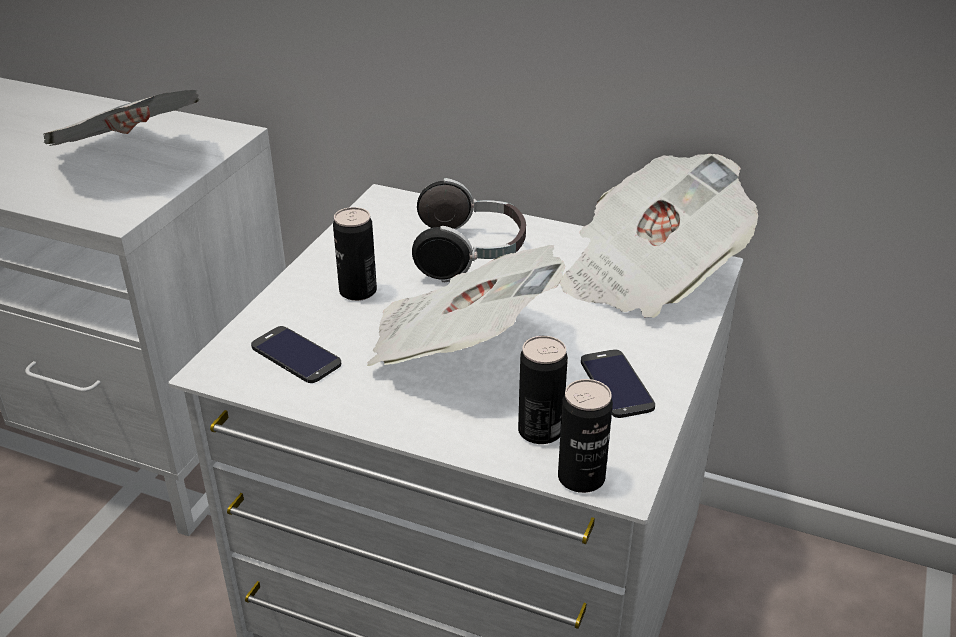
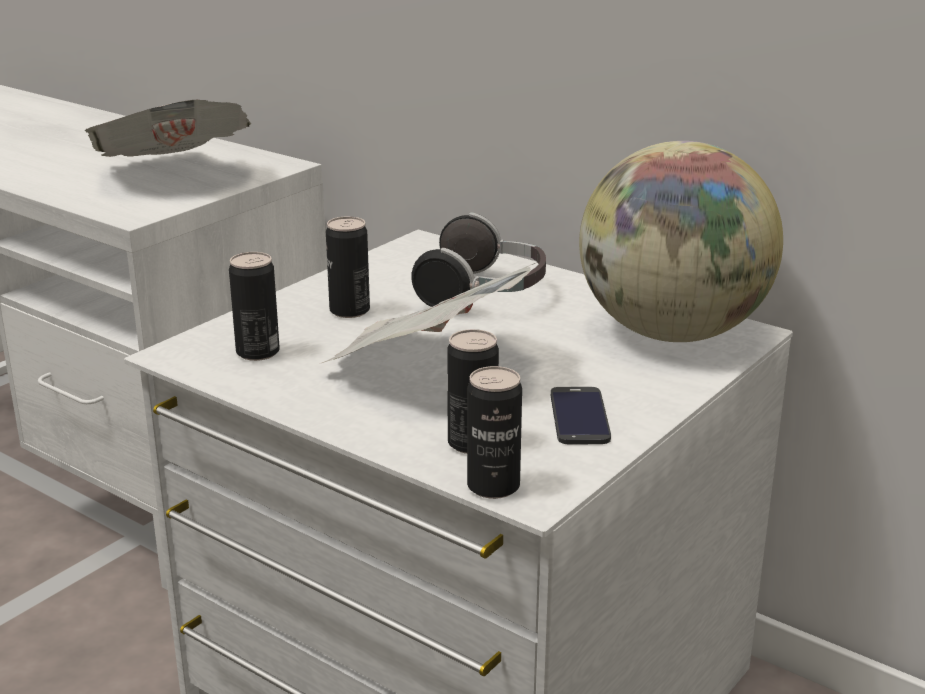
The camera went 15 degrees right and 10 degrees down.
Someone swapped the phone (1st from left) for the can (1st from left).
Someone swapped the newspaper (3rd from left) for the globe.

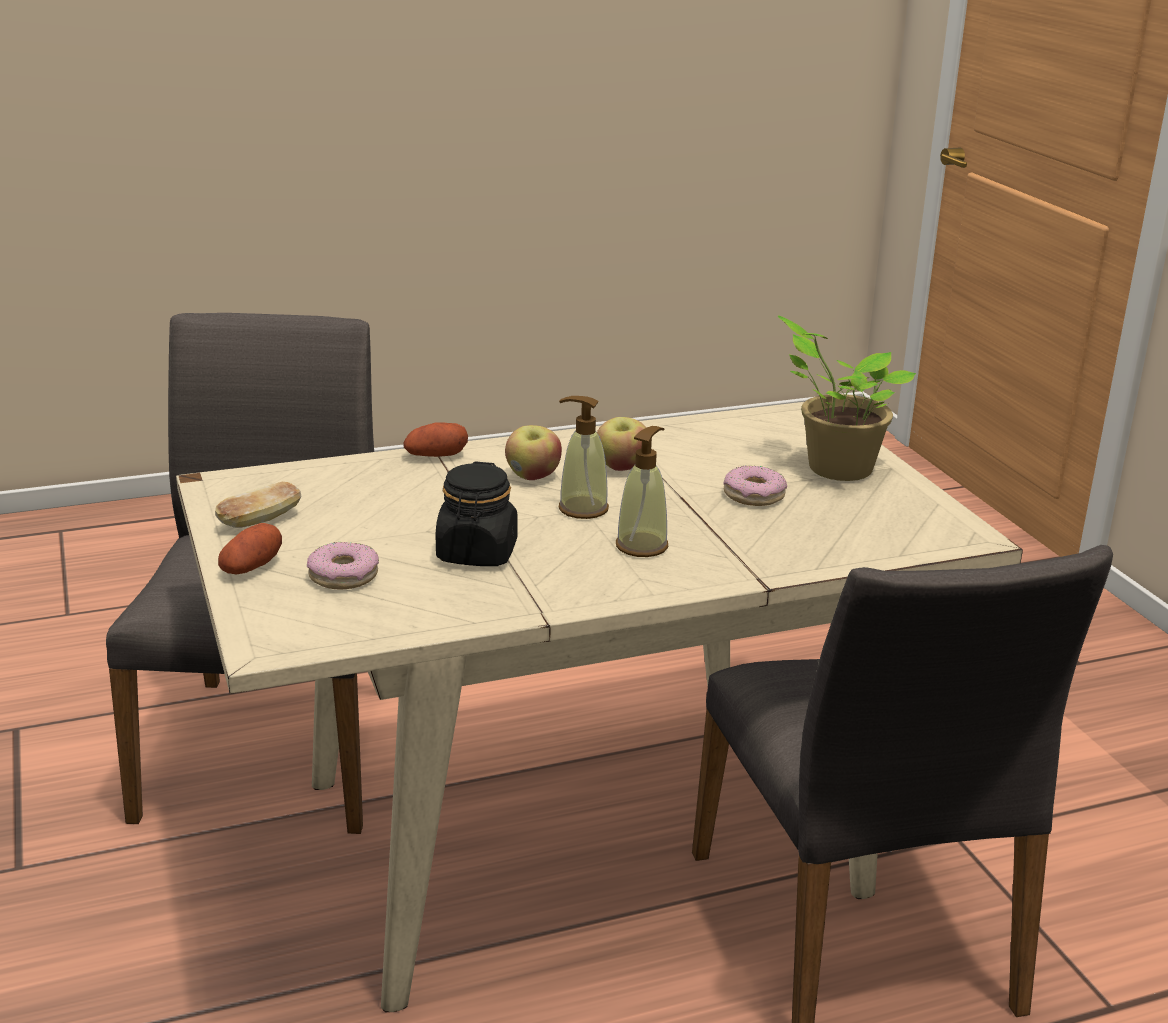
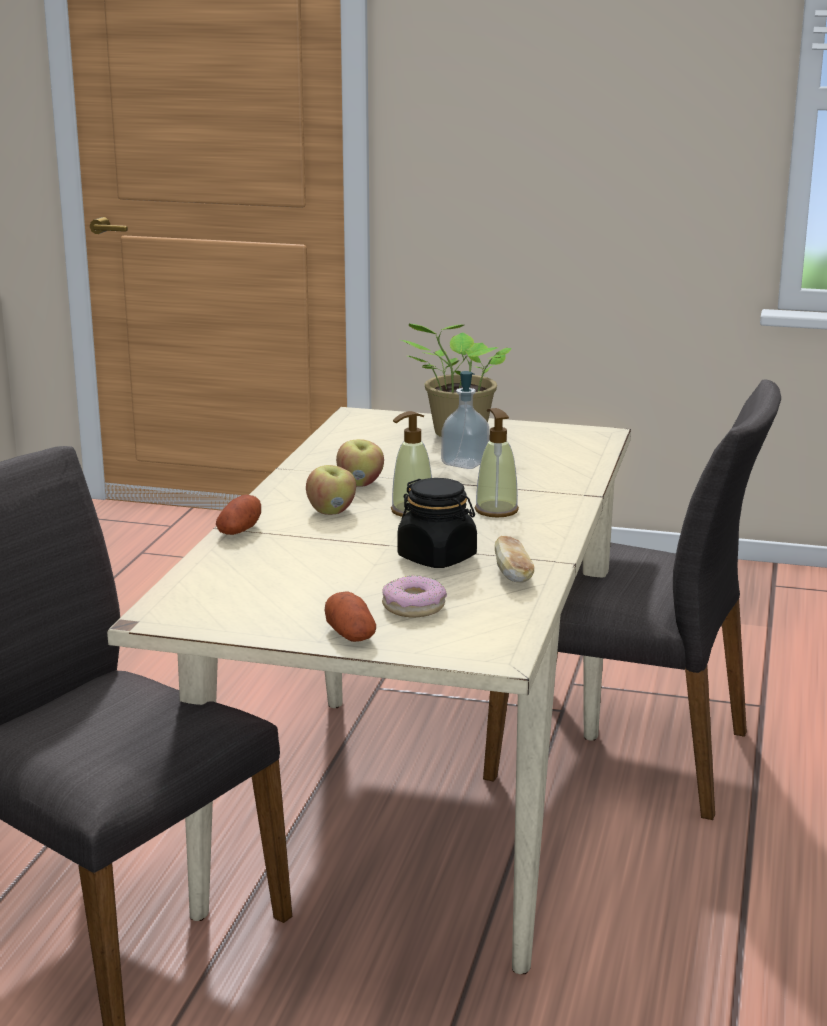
The camera went 55 degrees left and 5 degrees down.
Someone carried the bread.
Someone swapped the donut (2nd from left) for the soap_dispenser (2nd from left).

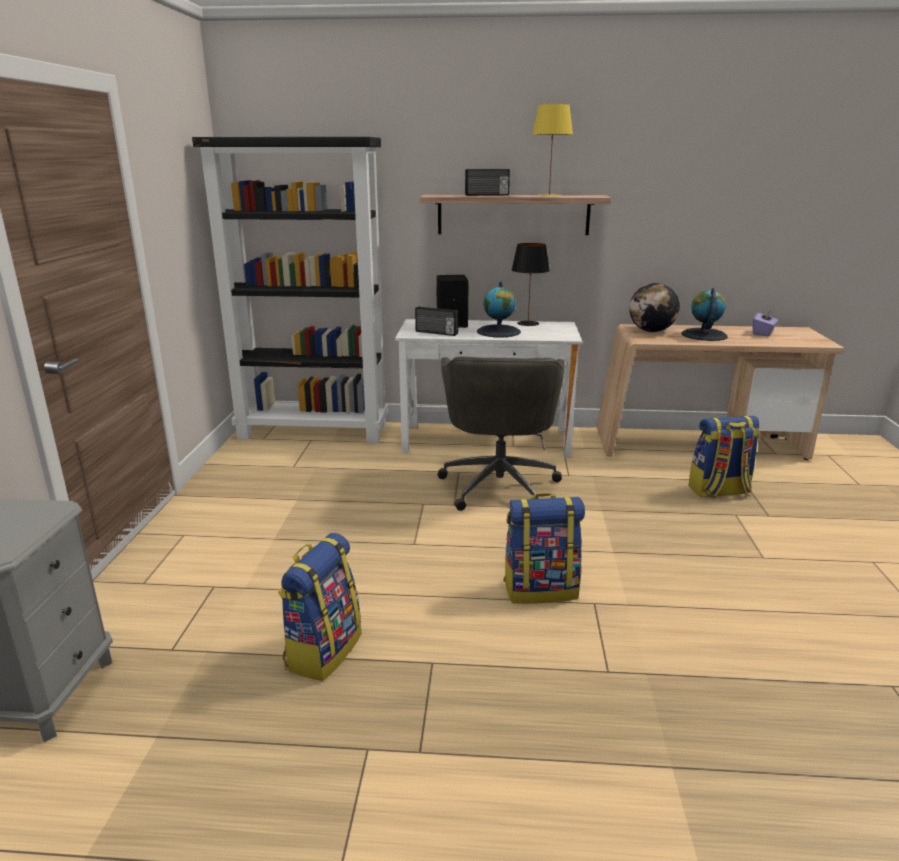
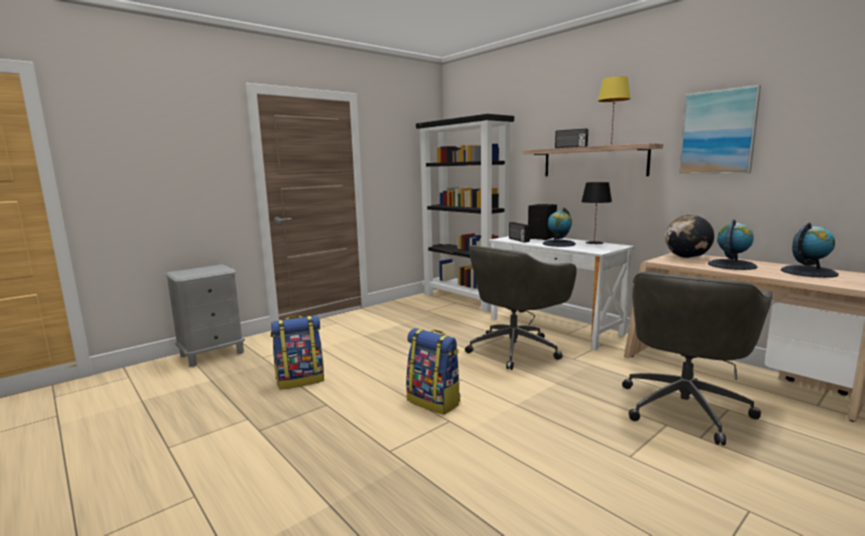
The camera went 45 degrees right and 10 degrees down.
Someone swapped the backpack (3rd from left) for the grey_office_chair (2nd from left).
Someone swapped the purple_tissue_box for the globe (4th from left).
Someone put up the picture.

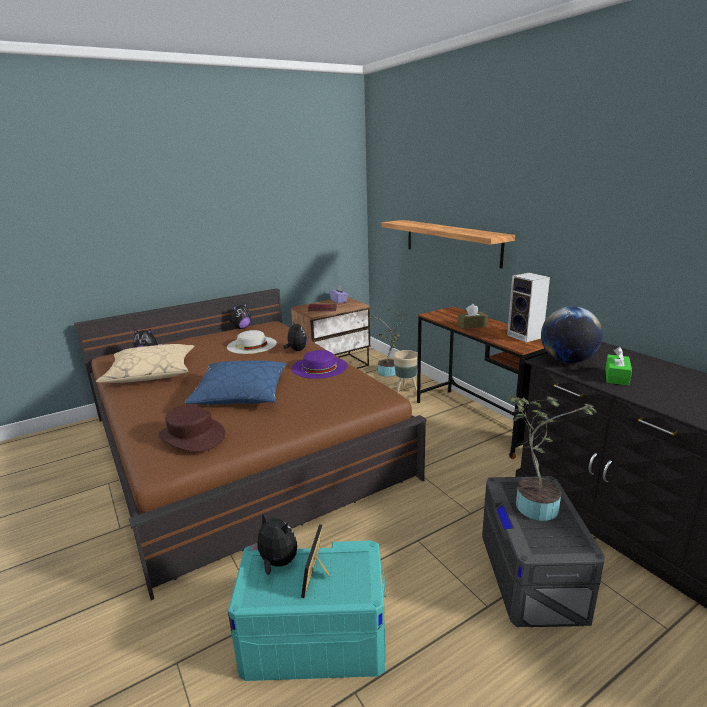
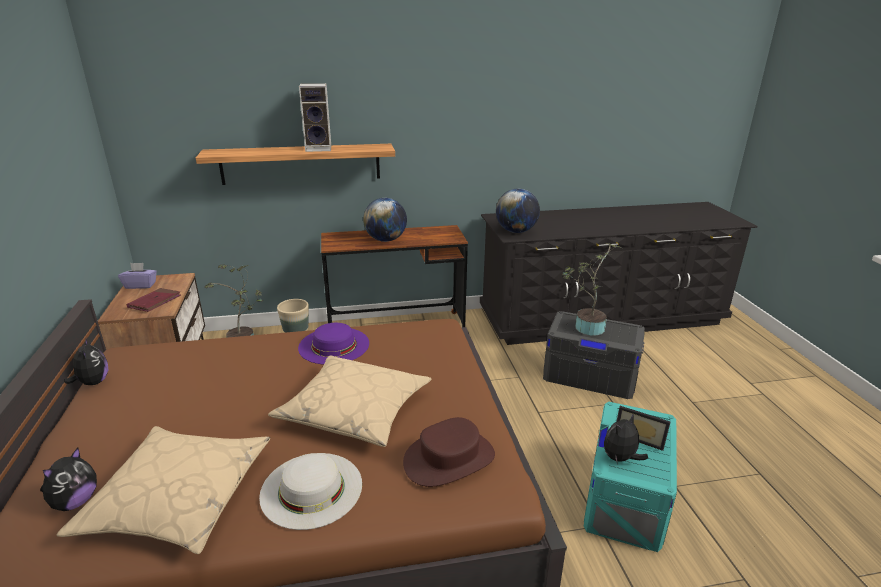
The camera went 70 degrees left and 5 degrees up.
Someone repainted the blue_pillow, which became the beige_pillow (2nd from left).
Someone carried the white_hat.
Someone took away the plush_toy (4th from left).
Someone swapped the brown_tissue_box for the globe (1st from left).
Someone carried the speaker.
Someone took away the green_tissue_box.

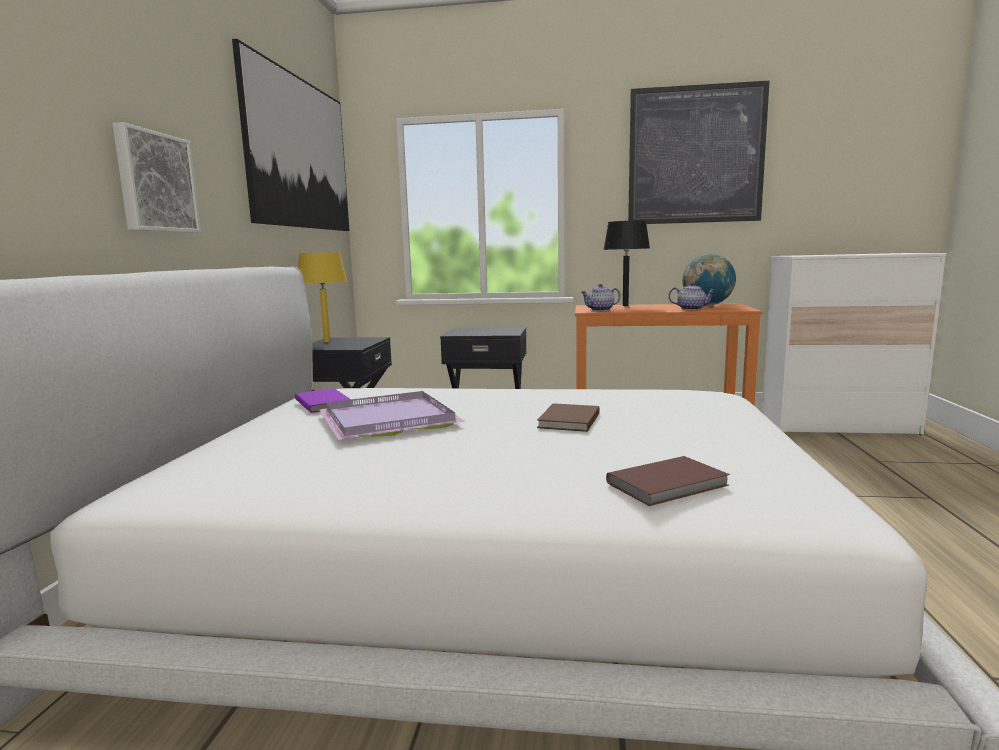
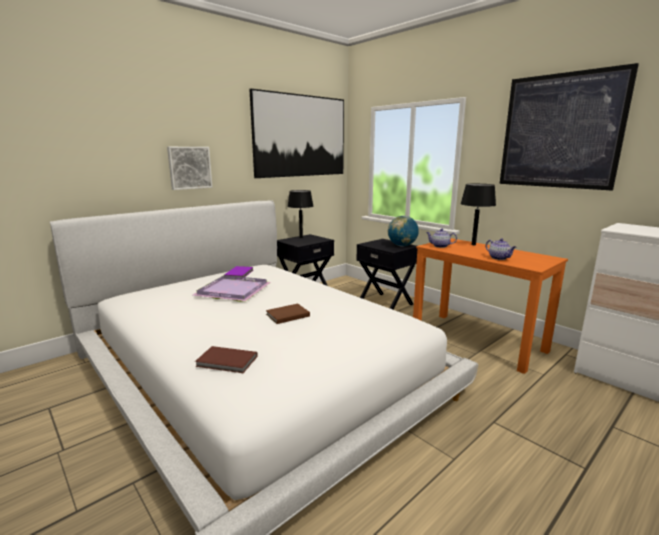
The camera went 40 degrees right and 5 degrees up.
Someone repainted the yellow_table_lamp, which became the black_table_lamp (1st from left).
Someone carried the globe.

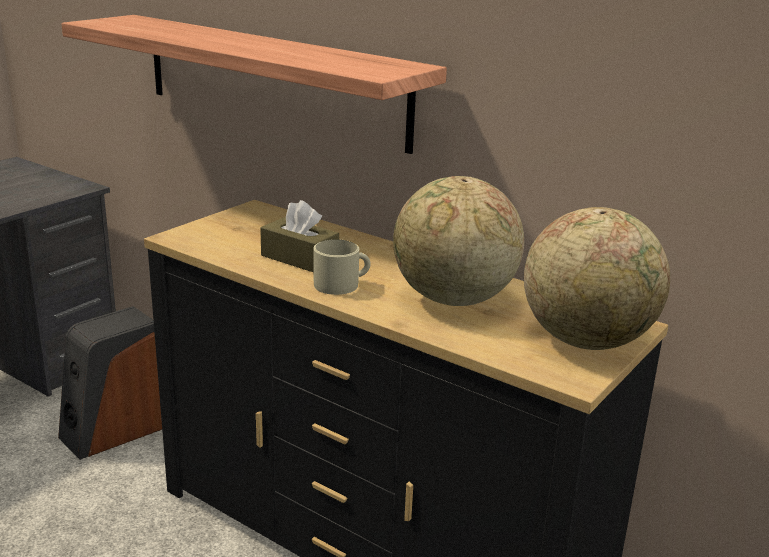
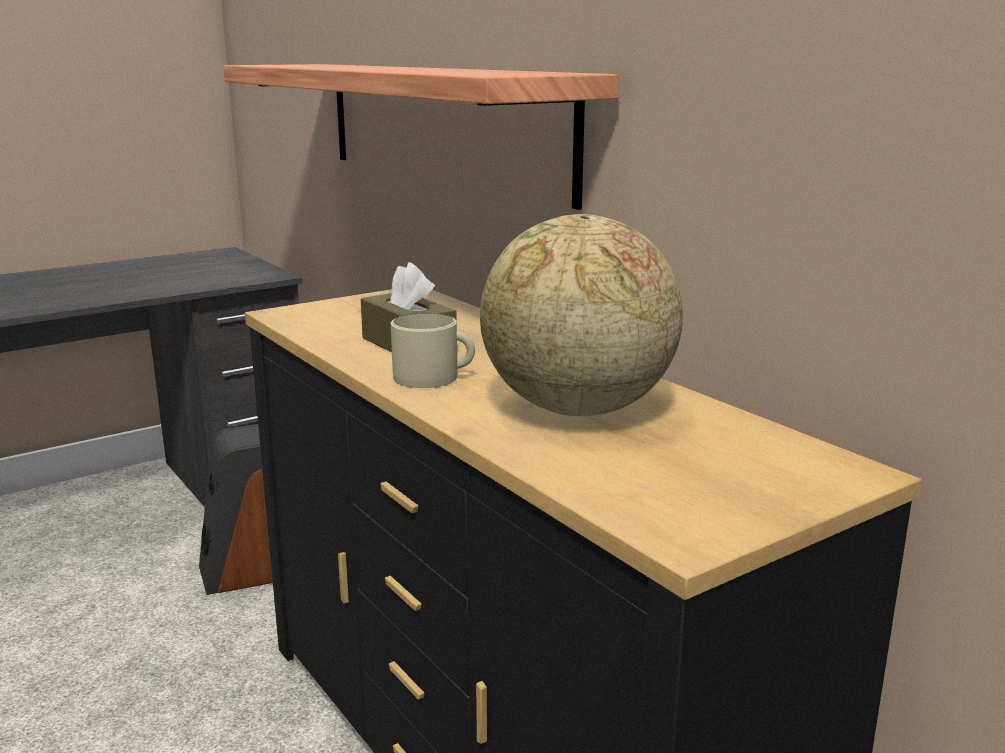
The camera went 20 degrees right and 5 degrees down.
Someone took away the globe (2nd from left).

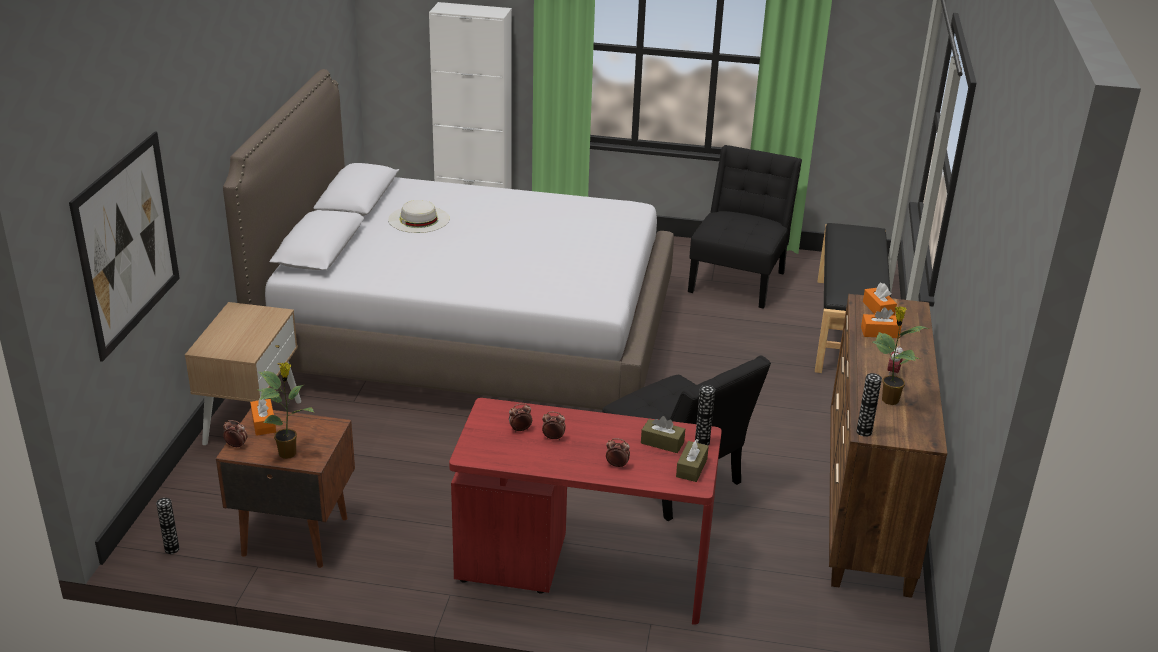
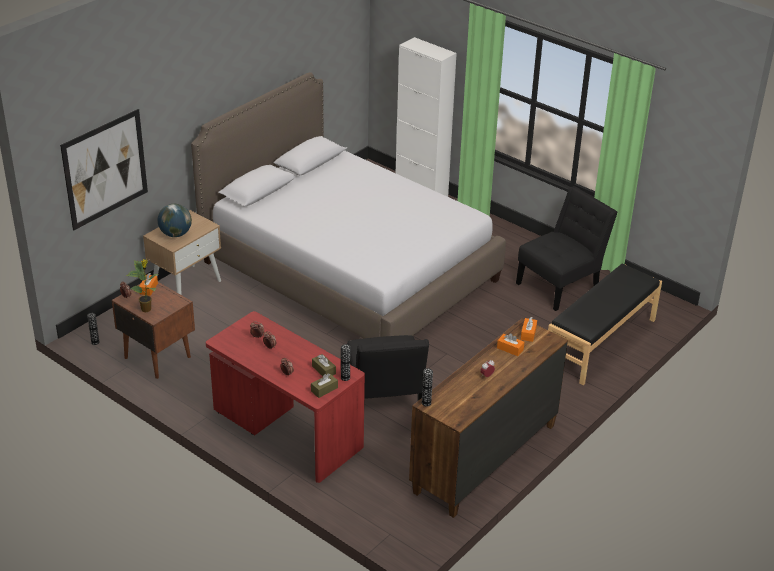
The camera went 30 degrees right and 5 degrees up.
Someone took away the white_hat.
Someone took away the potted_plant (2nd from left).
Someone put down the globe.

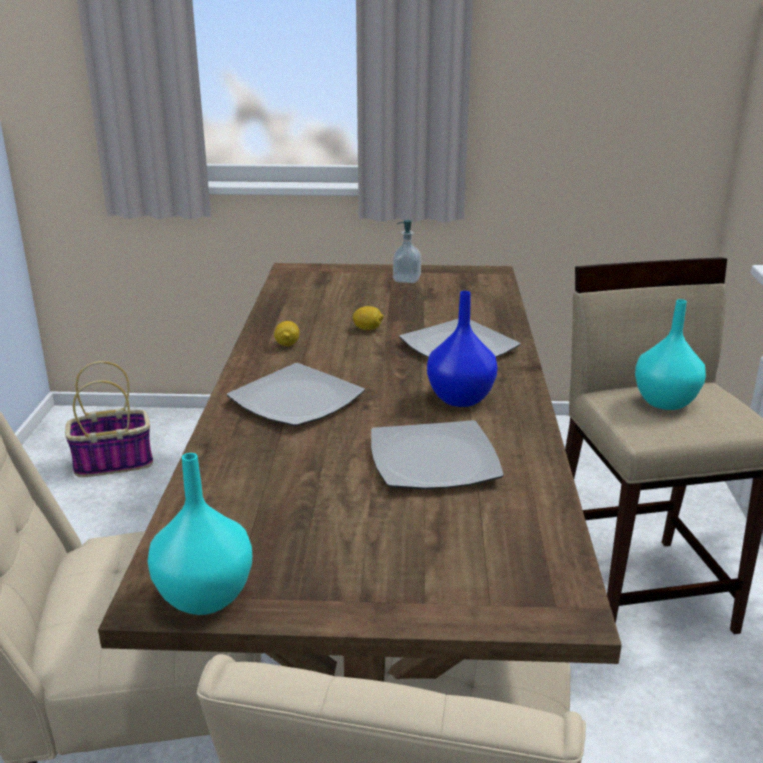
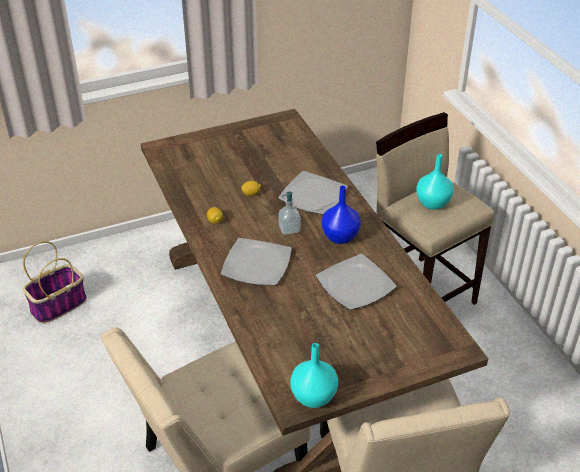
The camera went 25 degrees left and 15 degrees up.
Someone carried the soap_dispenser.

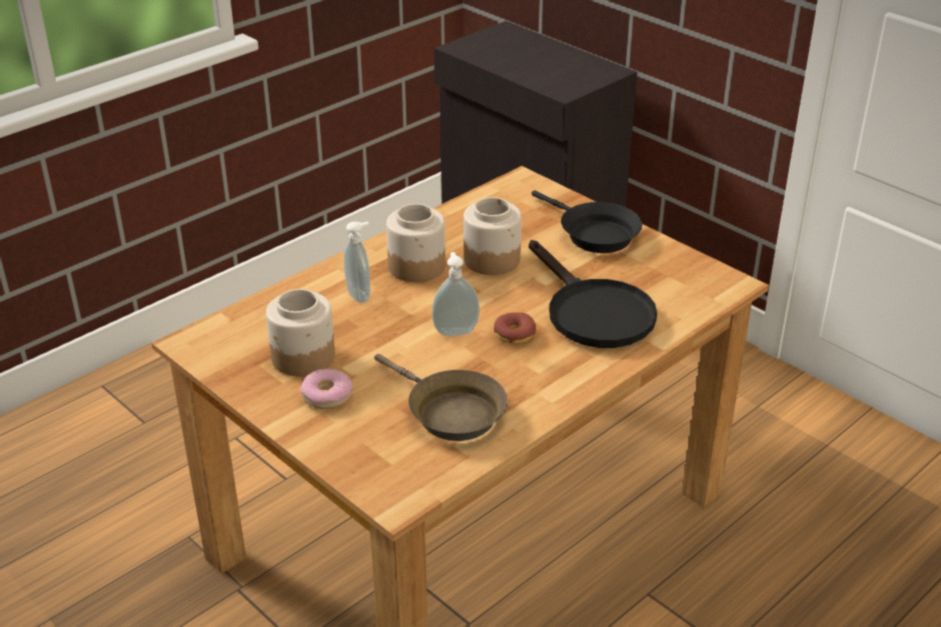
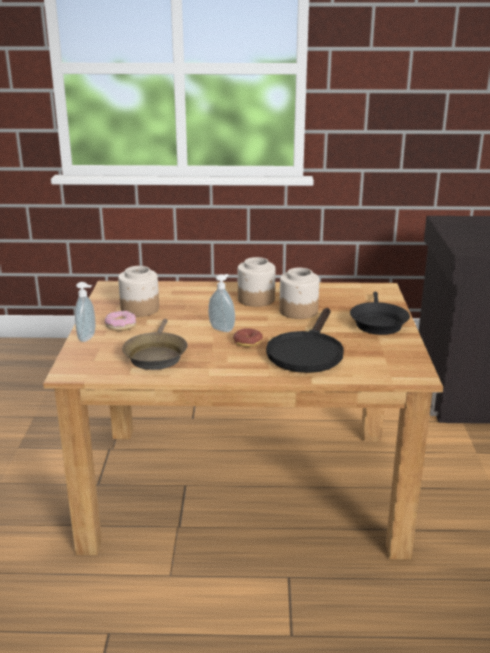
The camera went 45 degrees right and 10 degrees down.
Someone carried the soap_dispenser (1st from left).

